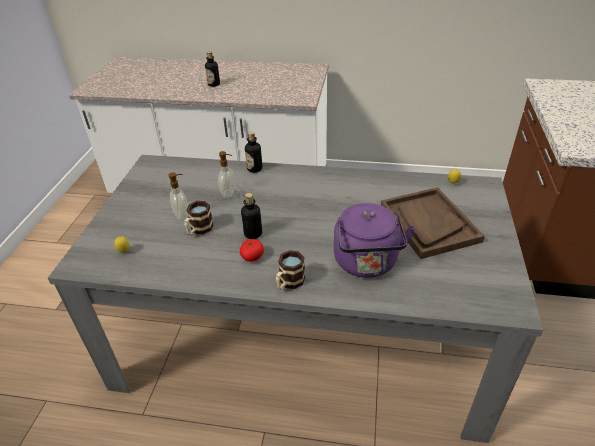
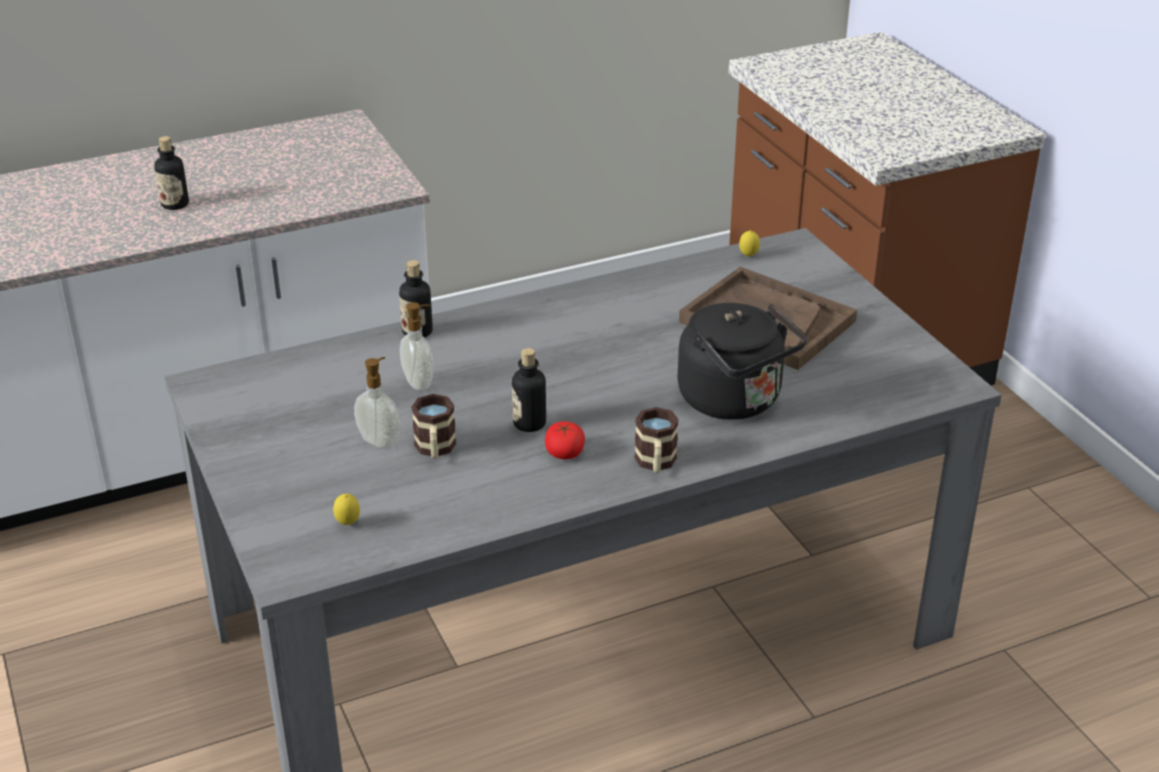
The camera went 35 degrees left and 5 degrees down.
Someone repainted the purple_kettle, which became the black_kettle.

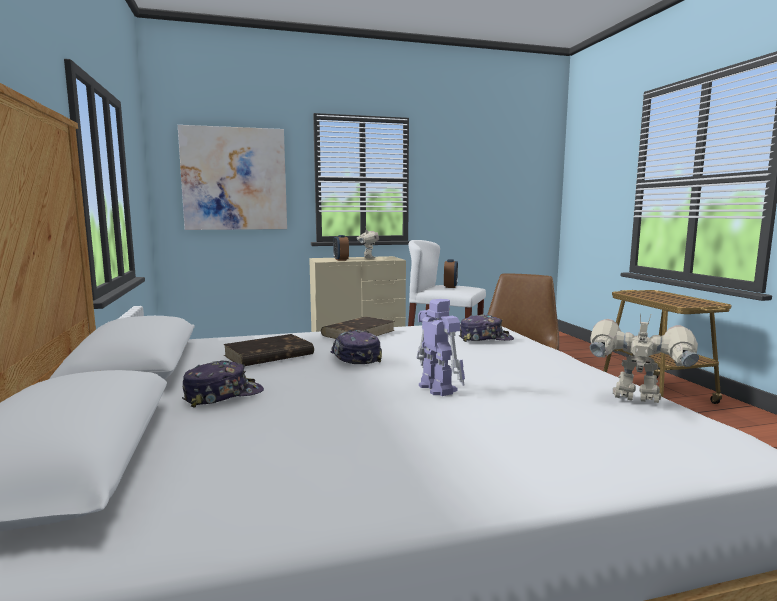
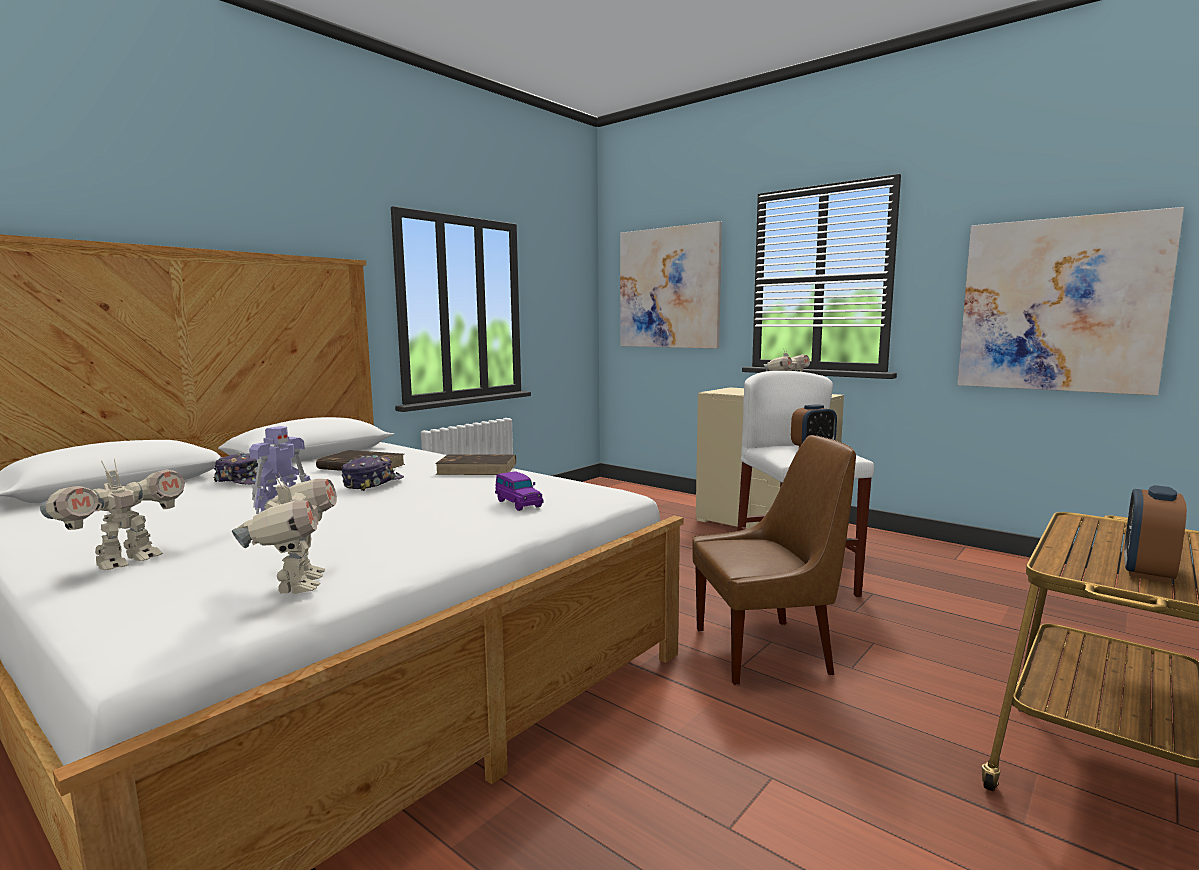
The camera went 55 degrees right and 0 degrees up.
Someone carried the alarm_clock (1st from left in the first image).
Someone swapped the cap (3rd from left) for the purple_toy_car.
Someone put down the toy_robot (1st from left).
Someone put up the picture (2nd from left).

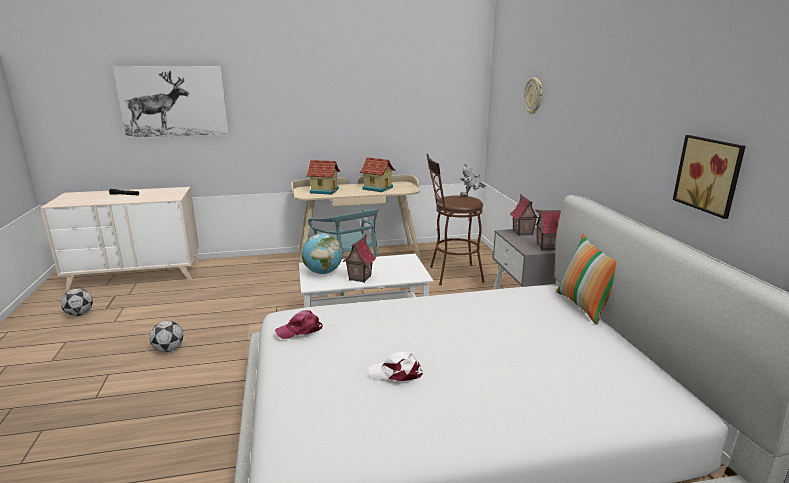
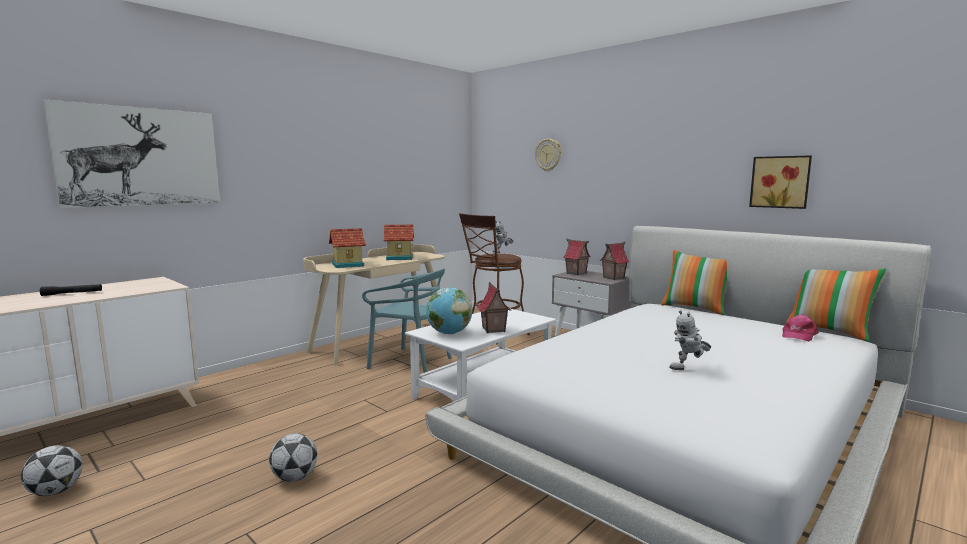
The camera went 35 degrees left and 10 degrees down.
Someone carried the pink_cap.
Someone swapped the white_cap for the toy_robot (2nd from left).
Someone put down the pillow (2nd from left).

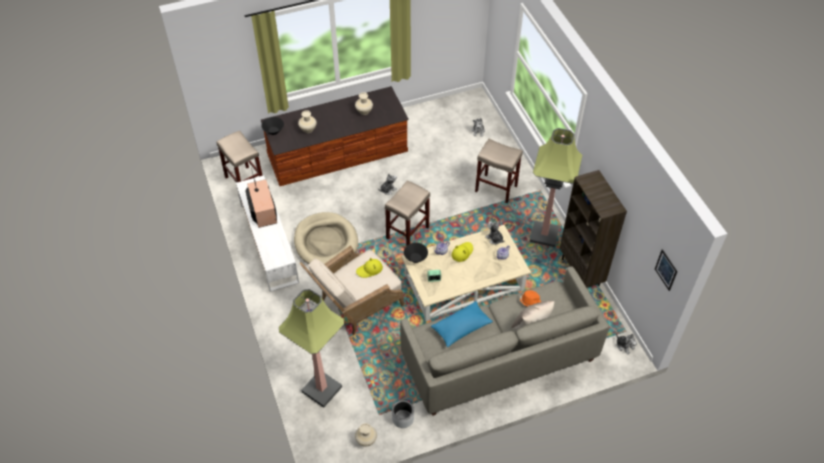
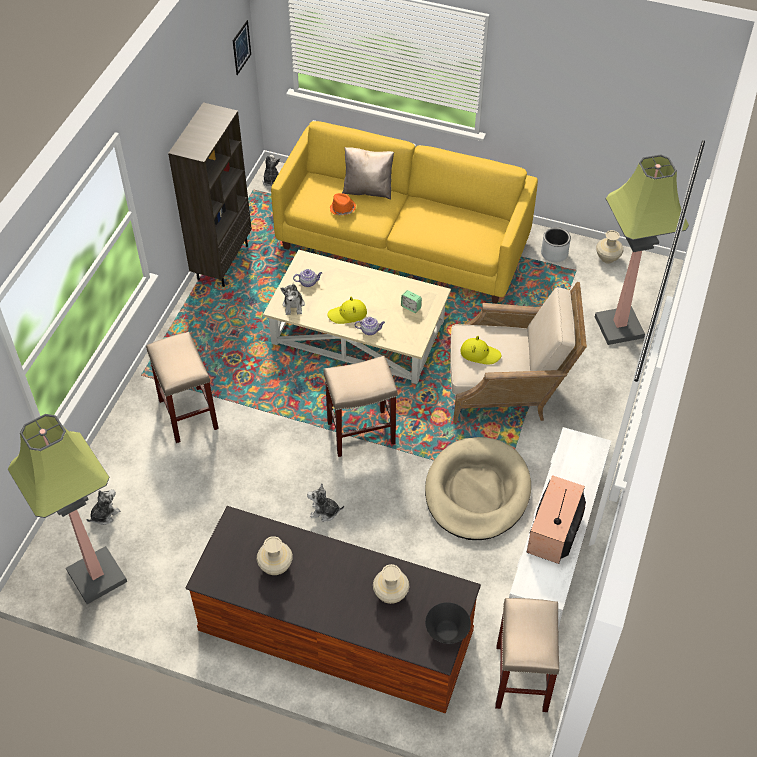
The camera went 140 degrees left and 0 degrees up.
Someone repainted the grey_sofa, which became the yellow_sofa.
Someone took away the black_bowl (2nd from left).
Someone took away the blue_pillow.
Someone carried the floor_lamp (2nd from left in the first image).

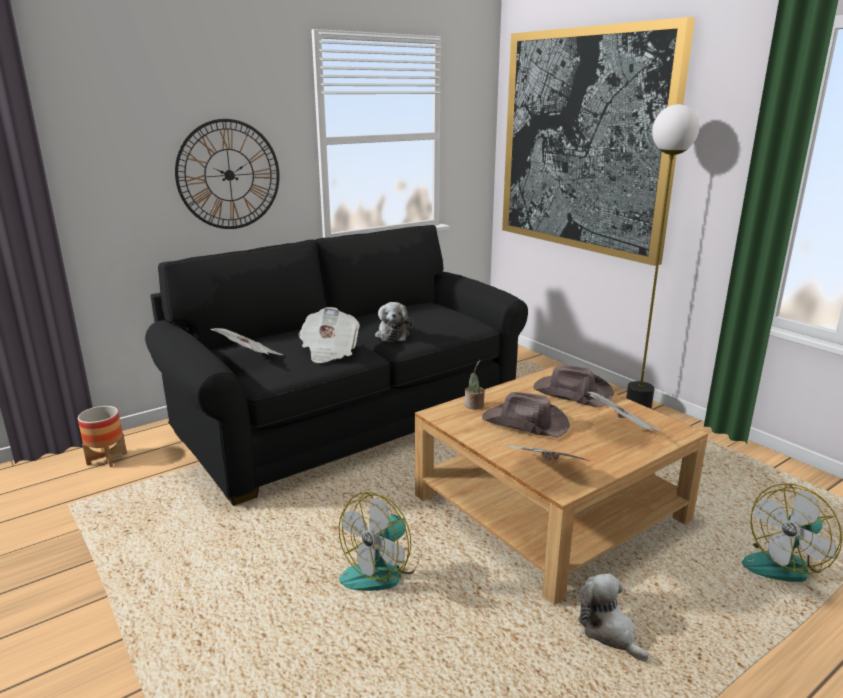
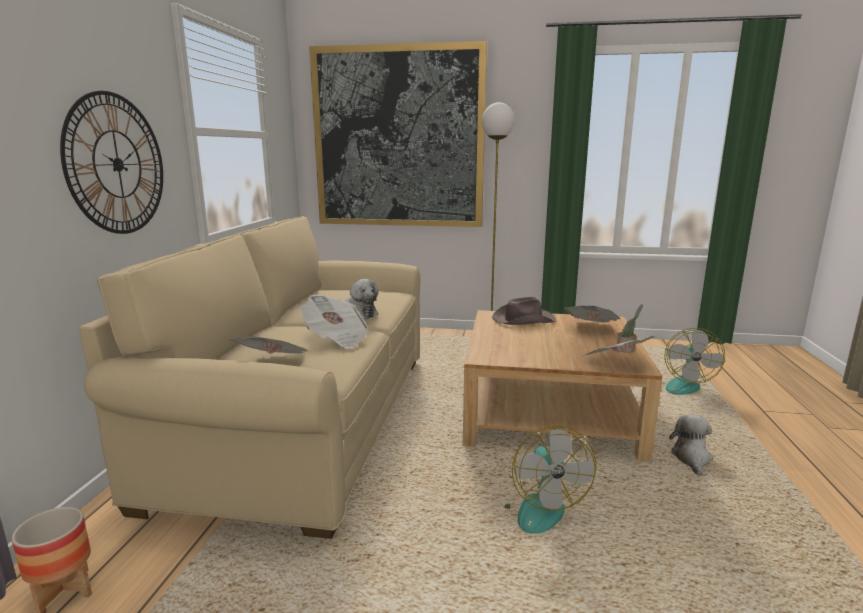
The camera went 45 degrees left and 5 degrees down.
Someone repainted the black_sofa, which became the beige_sofa.
Someone carried the potted_plant.
Someone took away the brown_hat (1st from left).
Someone rotated the plush_toy (2nd from left) by 90 degrees clockwise.

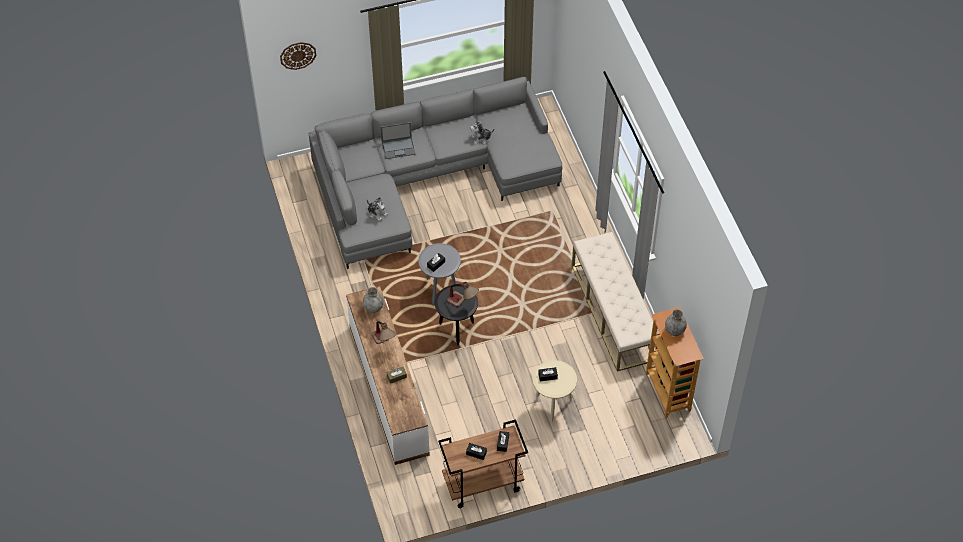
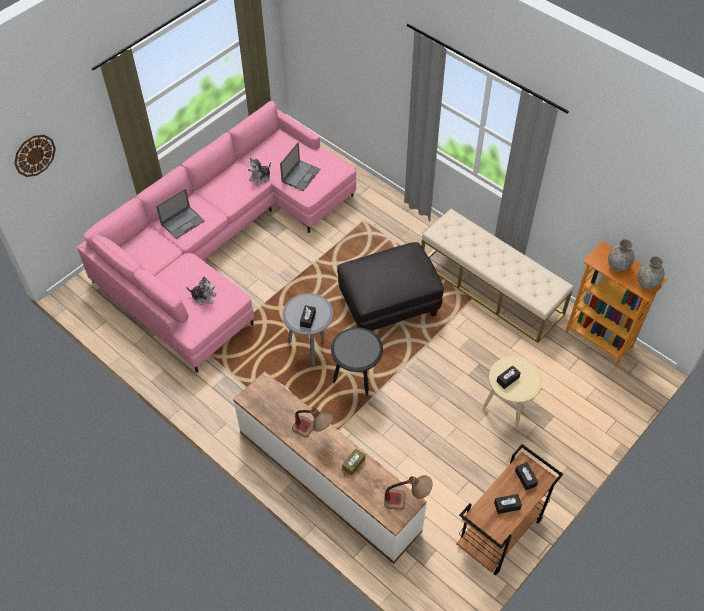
The camera went 30 degrees left and 0 degrees up.
Someone repainted the grey_sofa, which became the pink_sofa.
Someone carried the grey_vase (1st from left in the first image).
Someone carried the table_lamp (2nd from left).
Someone put down the laptop (2nd from left).
Someone put down the black_ottoman.

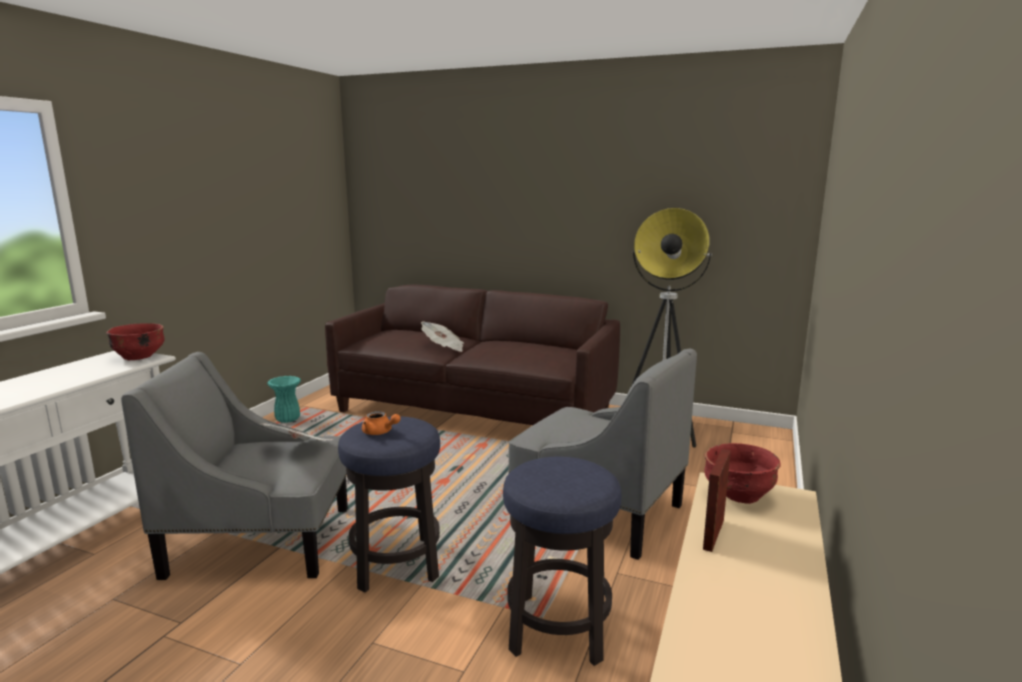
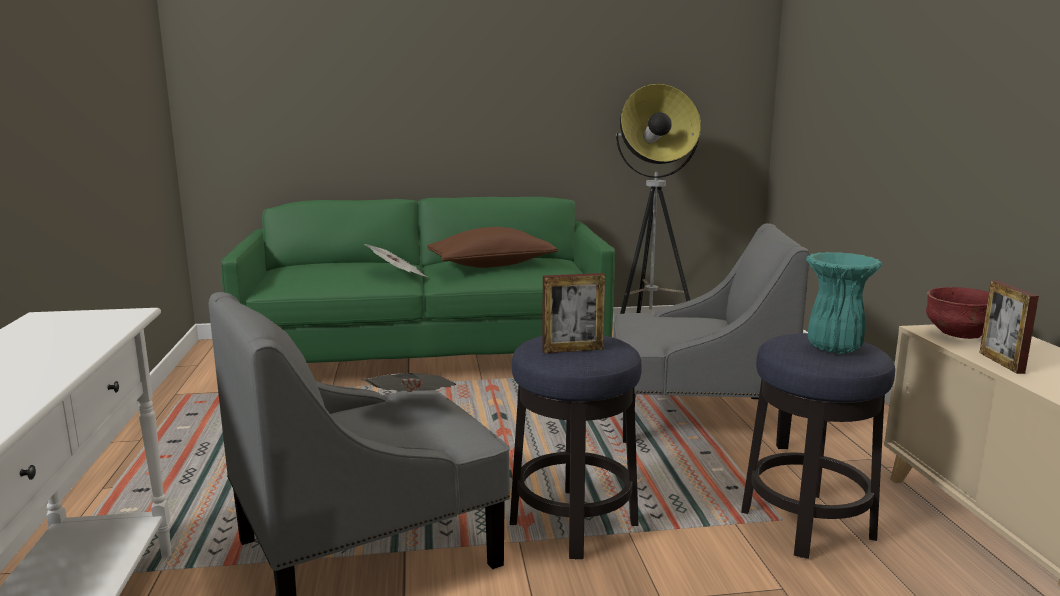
The camera went 30 degrees left and 0 degrees up.
Someone took away the red_bowl (1st from left).
Someone carried the turquoise_vase.
Someone repainted the brown_sofa, which became the green_sofa.
Someone swapped the orange_teapot for the picture_frame (1st from left).
Someone put down the brown_pillow.

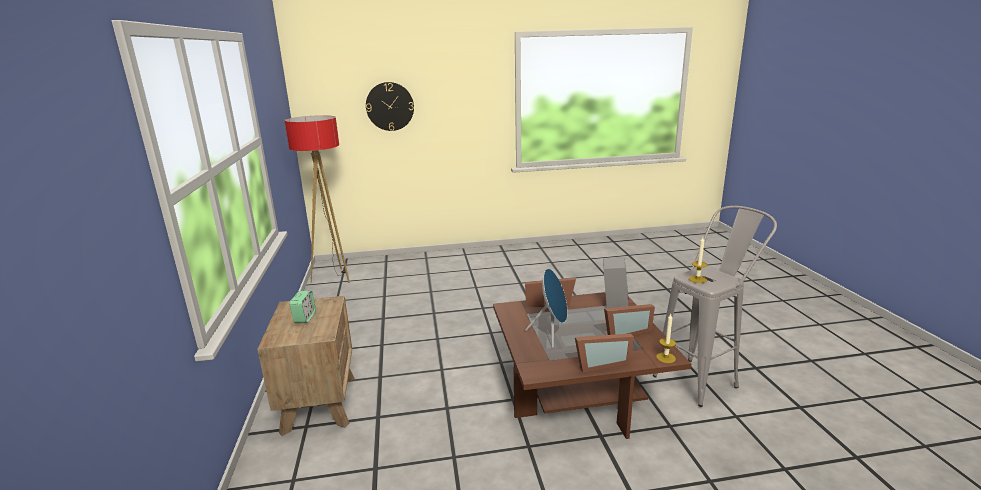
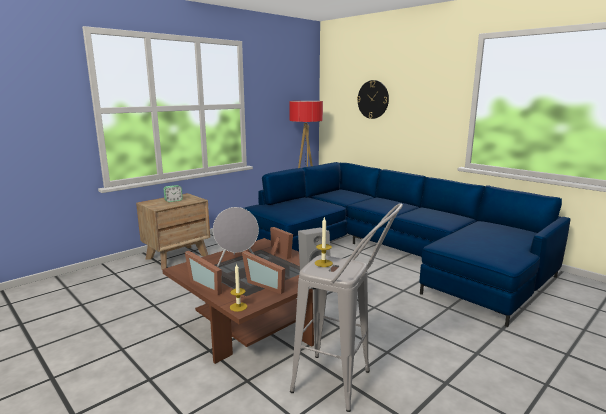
The camera went 55 degrees right and 5 degrees down.
Someone repainted the blue_speaker, which became the grey_speaker (1st from left).
Someone put down the blue_sofa.

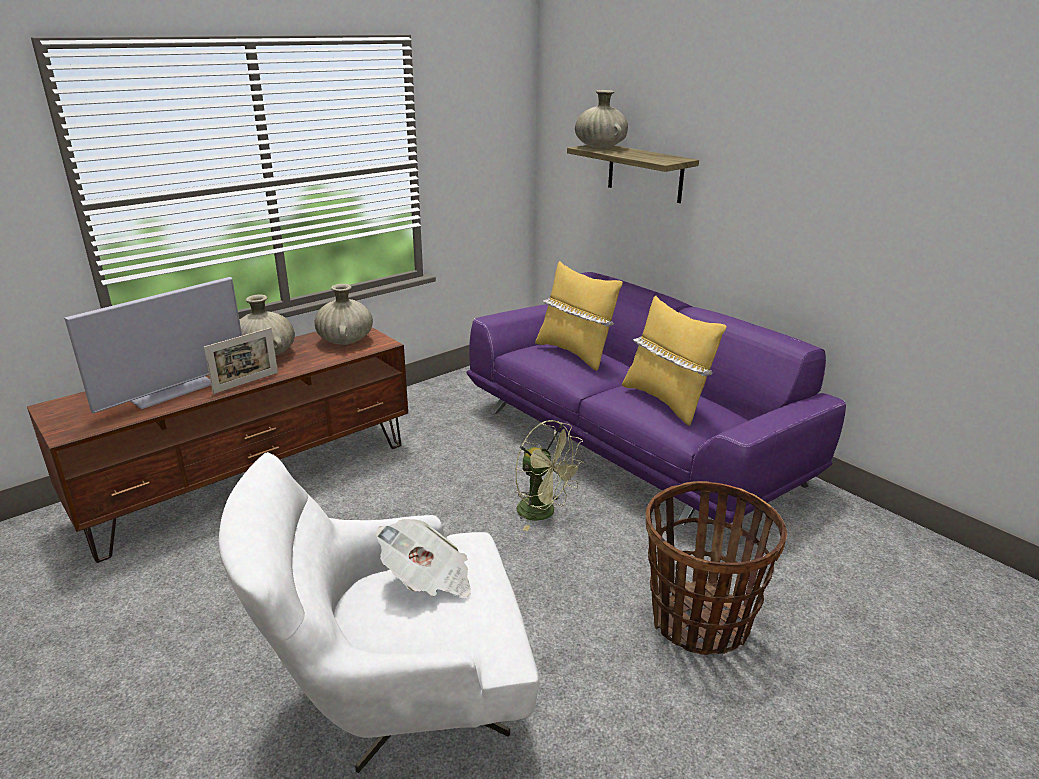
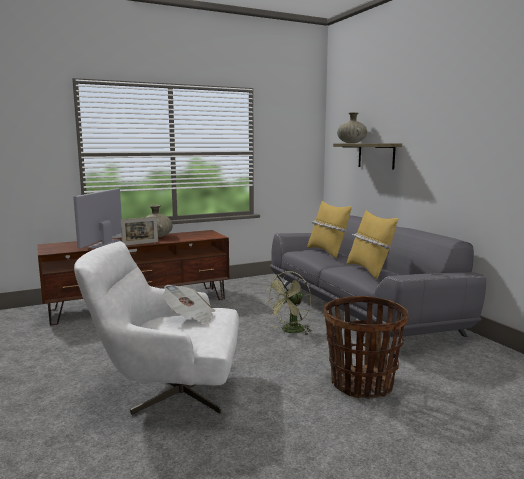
The camera went 15 degrees right and 15 degrees down.
Someone rotated the television by 135 degrees clockwise.
Someone took away the beige_vase (2nd from left).
Someone repainted the purple_sofa, which became the grey_sofa.
Someone rotated the green_fan by 75 degrees clockwise.

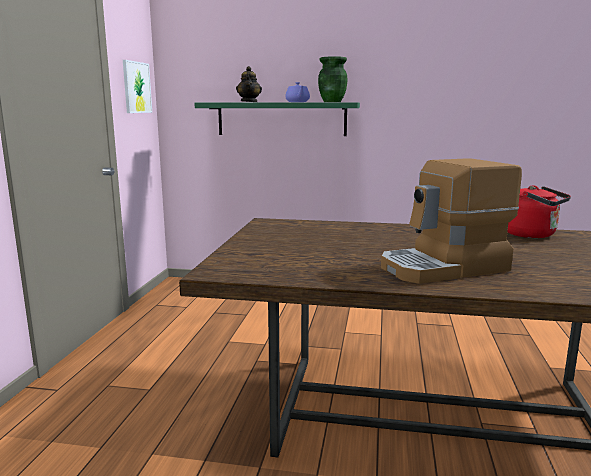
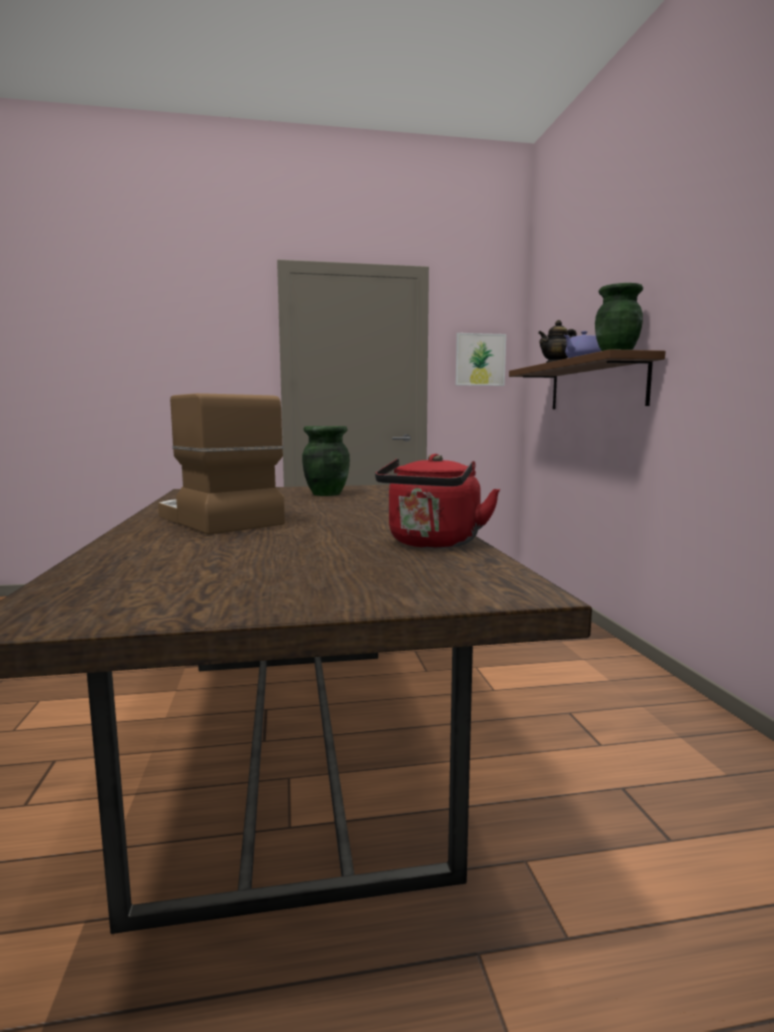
The camera went 70 degrees right and 5 degrees down.
Someone repainted the green_shelf, which became the brown_shelf.
Someone put down the green_vase (1st from left).

